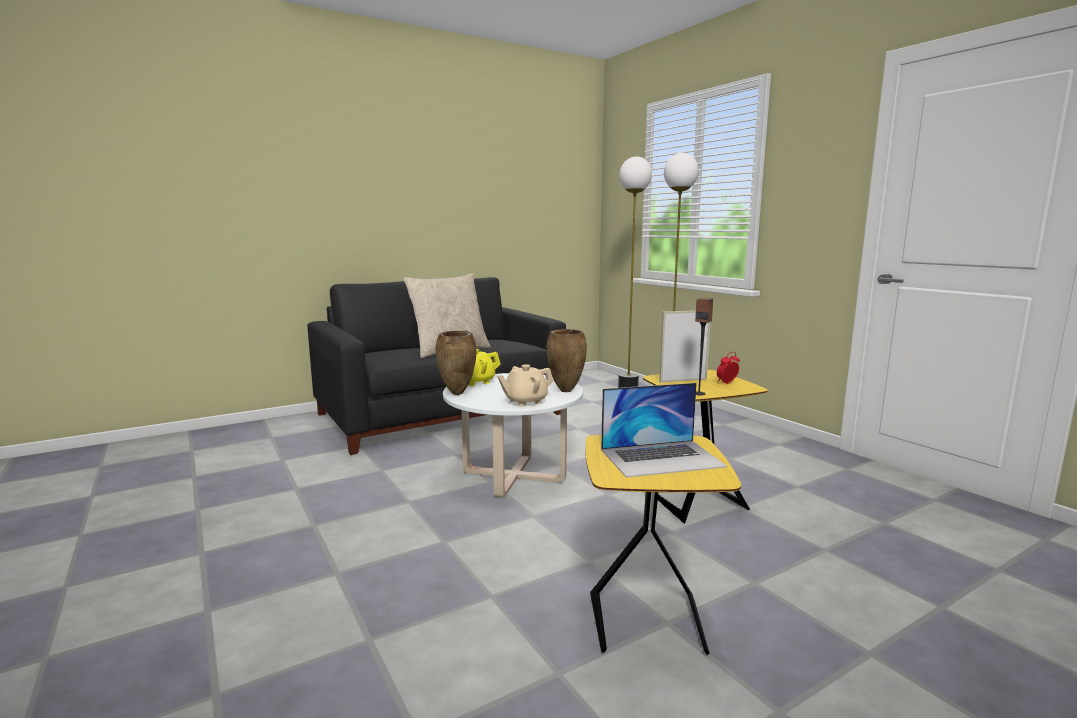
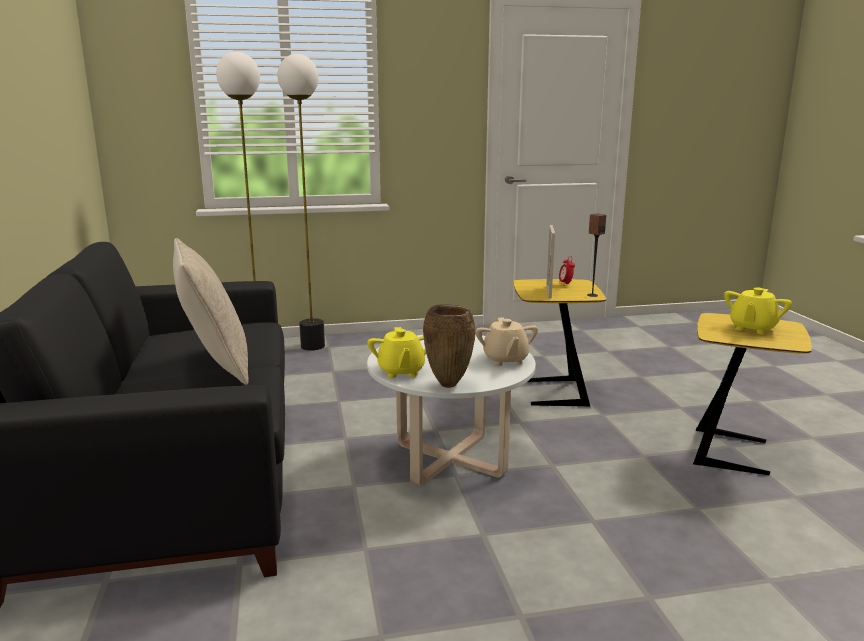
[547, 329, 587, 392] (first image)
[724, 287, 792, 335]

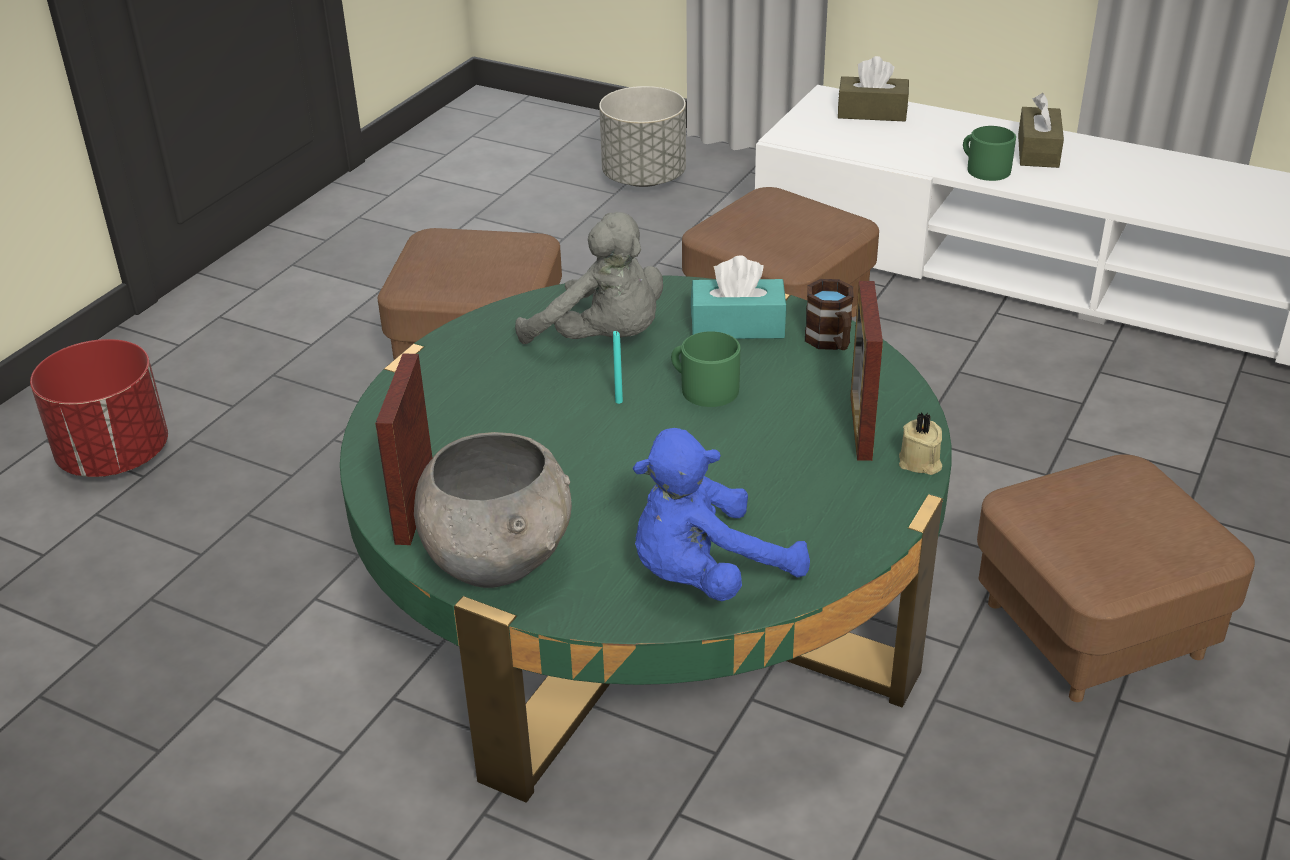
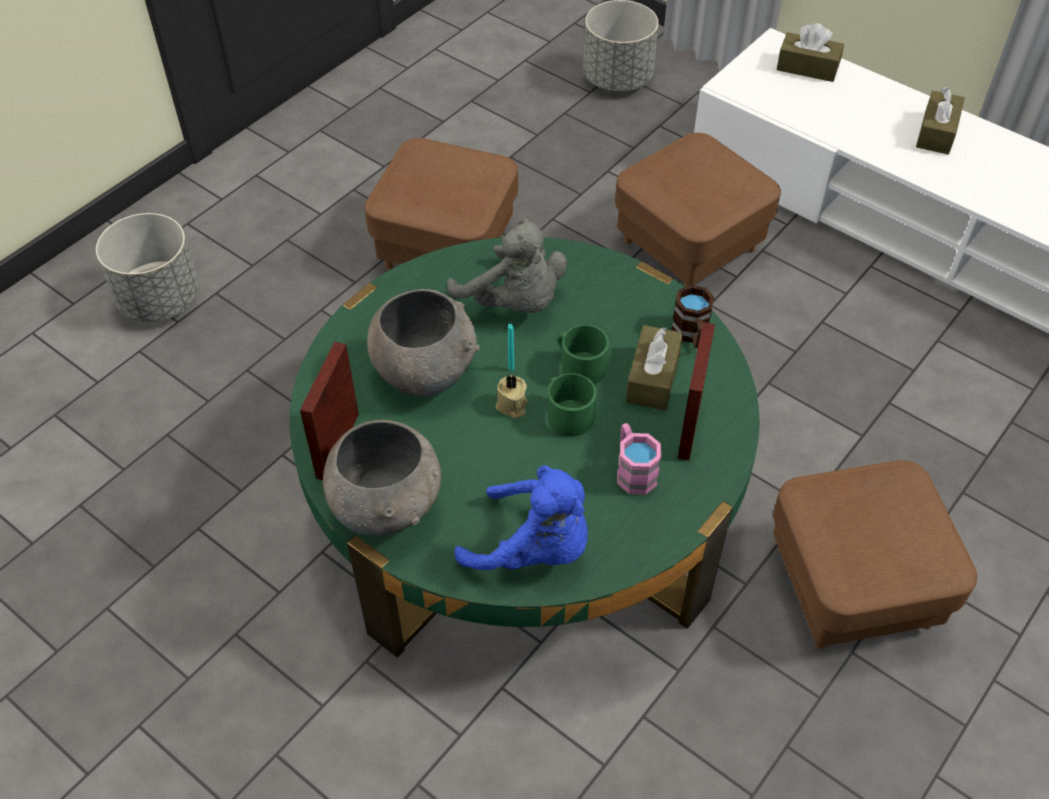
[96, 213, 199, 322]
[455, 466, 588, 570]
[691, 256, 787, 339] (first image)
[496, 375, 528, 419]
[548, 373, 596, 436]
[367, 289, 480, 397]
[617, 423, 661, 495]
[626, 325, 683, 410]

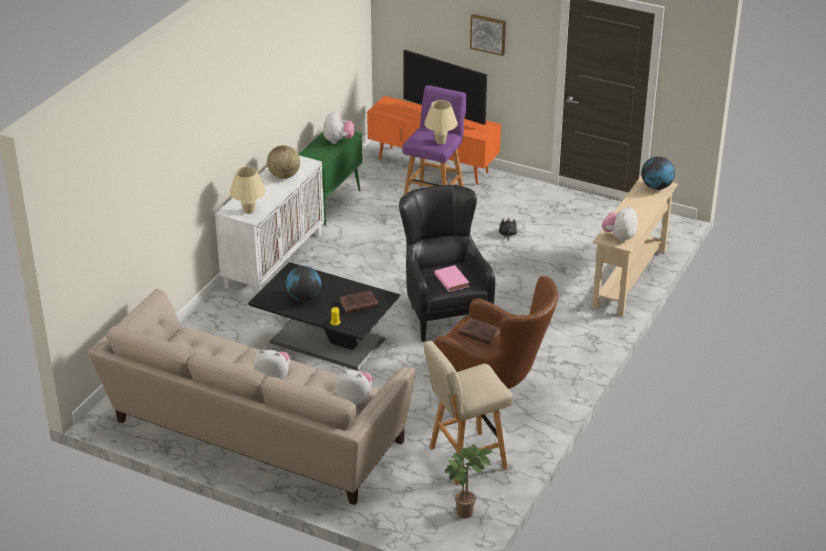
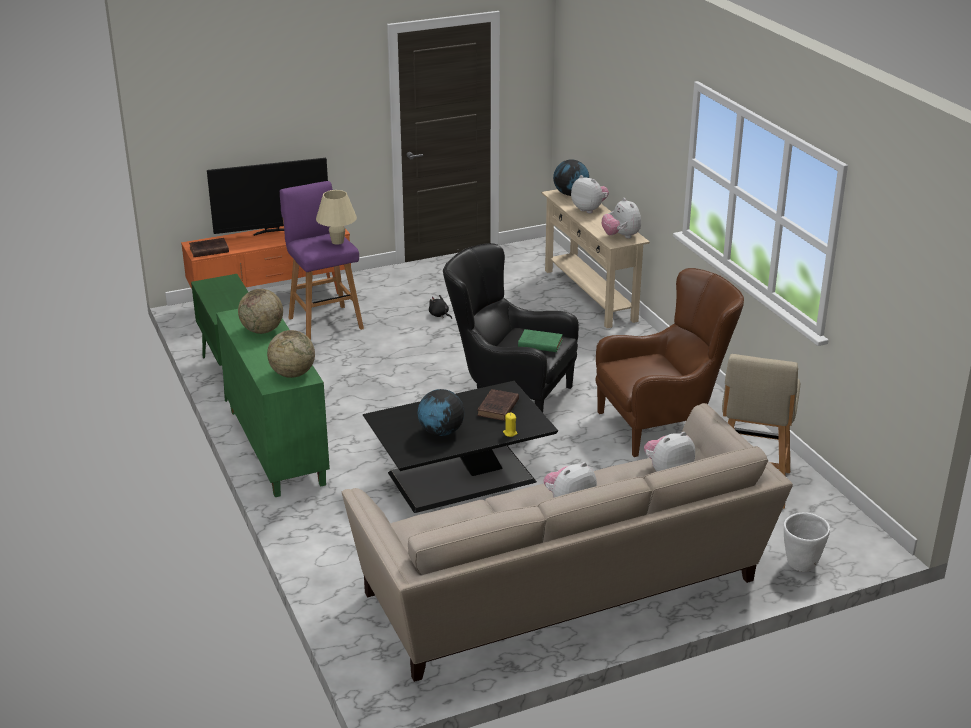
[216, 309, 330, 497]
[267, 330, 315, 378]
[571, 175, 609, 214]
[518, 329, 563, 352]
[444, 444, 492, 519] (first image)
[189, 238, 229, 257]
[470, 14, 506, 56] (first image)
[784, 513, 830, 572]

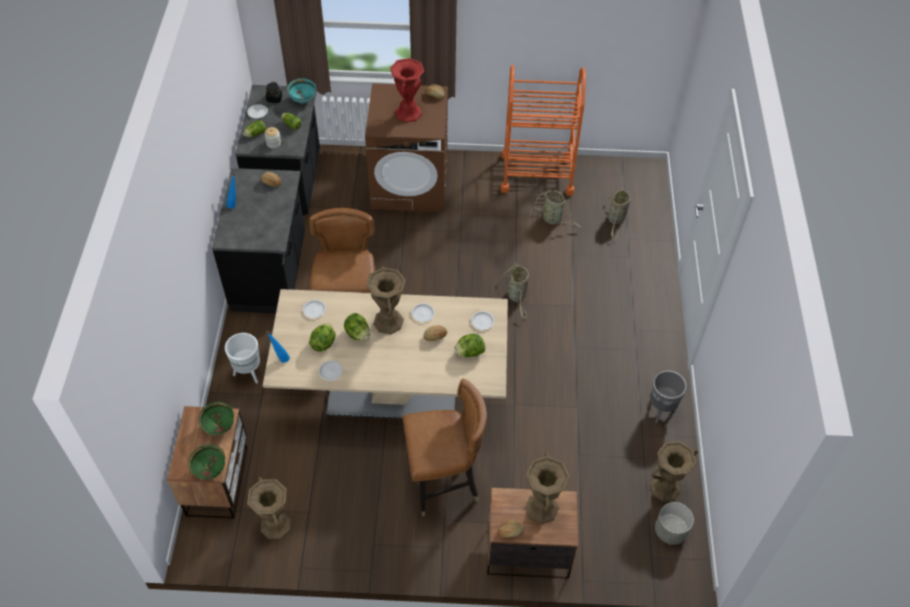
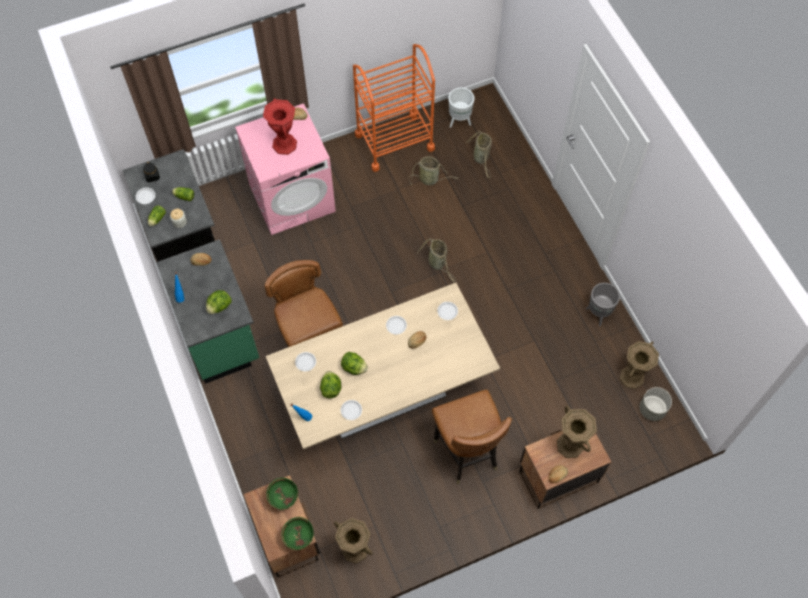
[156, 239, 259, 384]
[448, 88, 475, 128]
[287, 78, 316, 104] (first image)
[235, 103, 336, 235]
[366, 266, 406, 334] (first image)
[432, 389, 512, 484]
[206, 290, 232, 314]

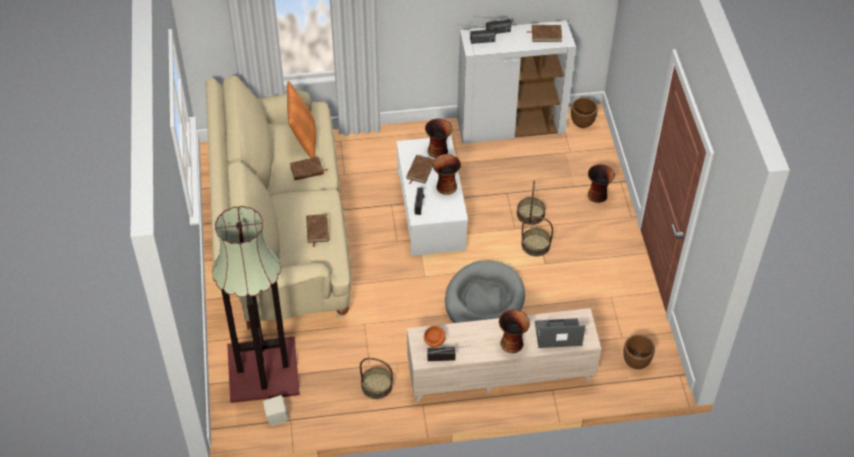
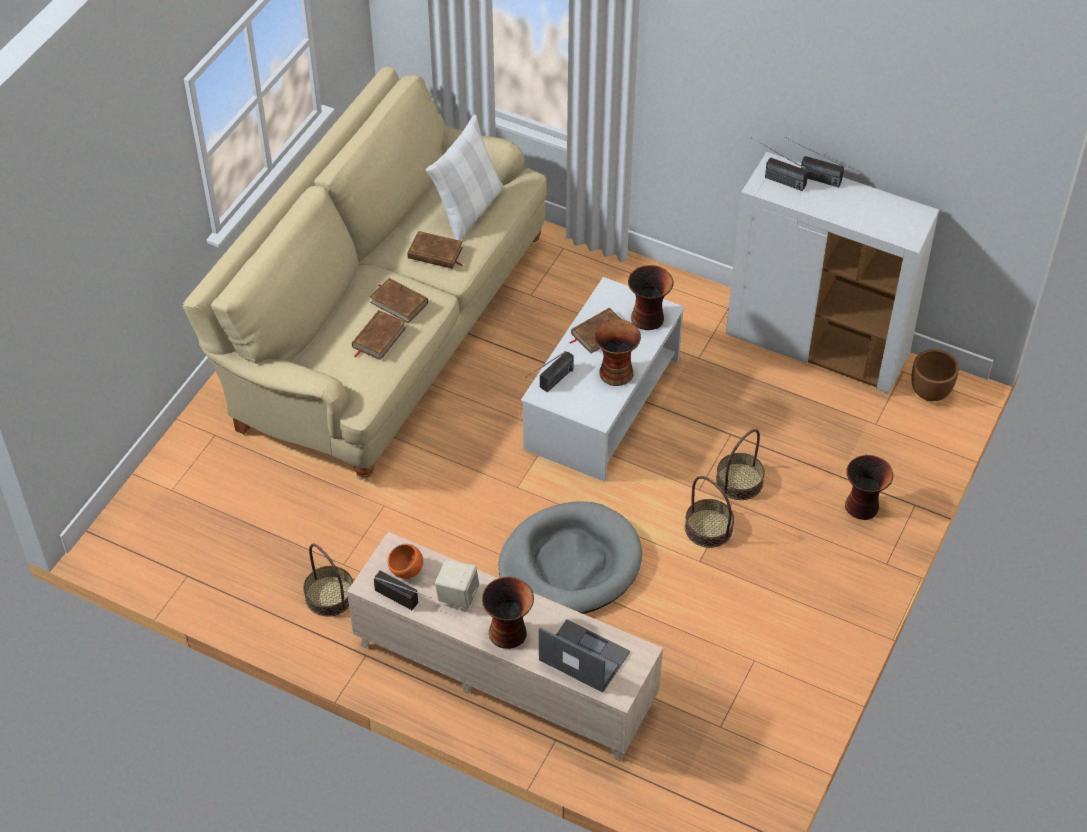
[212, 206, 300, 403] (first image)
[435, 560, 479, 611]
[426, 114, 504, 241]
[370, 278, 428, 323]
[624, 334, 655, 369] (first image)

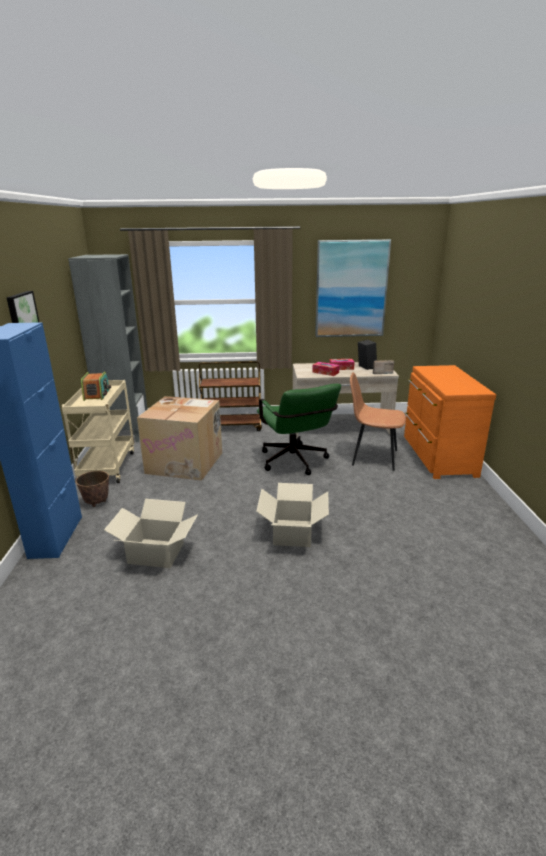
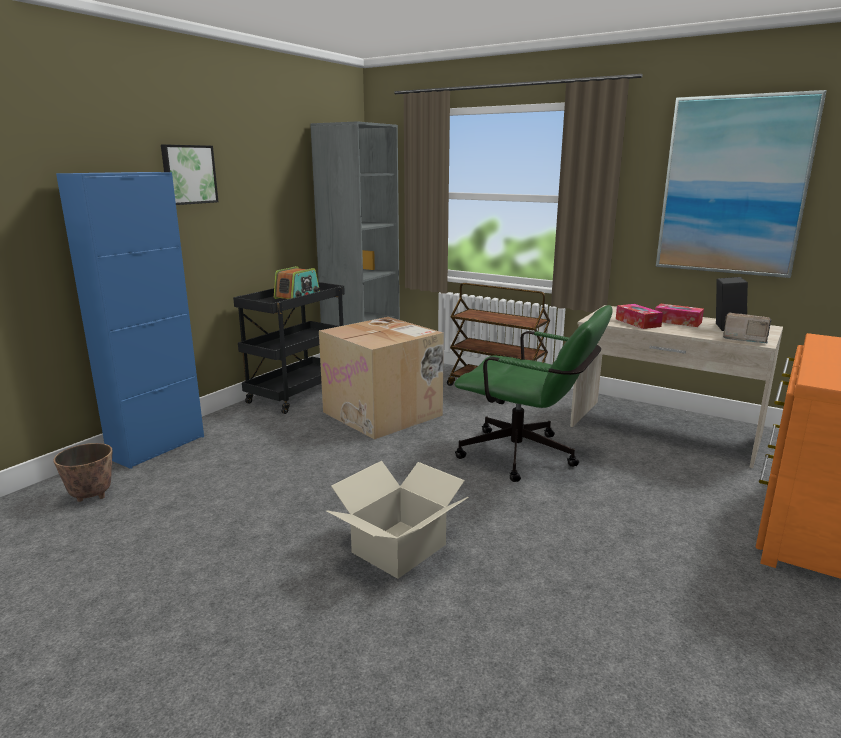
[233, 282, 345, 414]
[53, 443, 113, 502]
[104, 499, 197, 568] (first image)
[454, 305, 613, 482]
[350, 372, 406, 471] (first image)

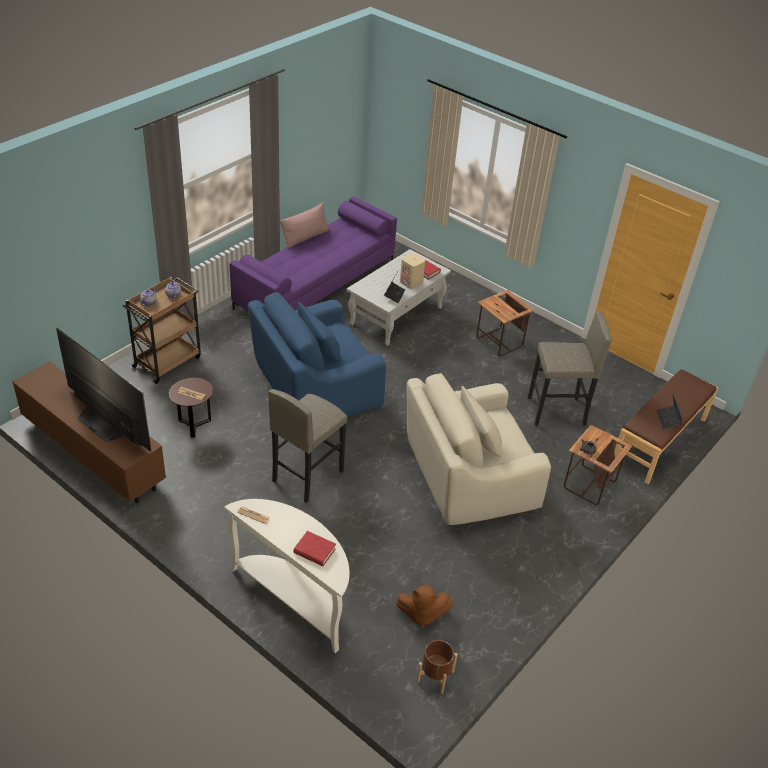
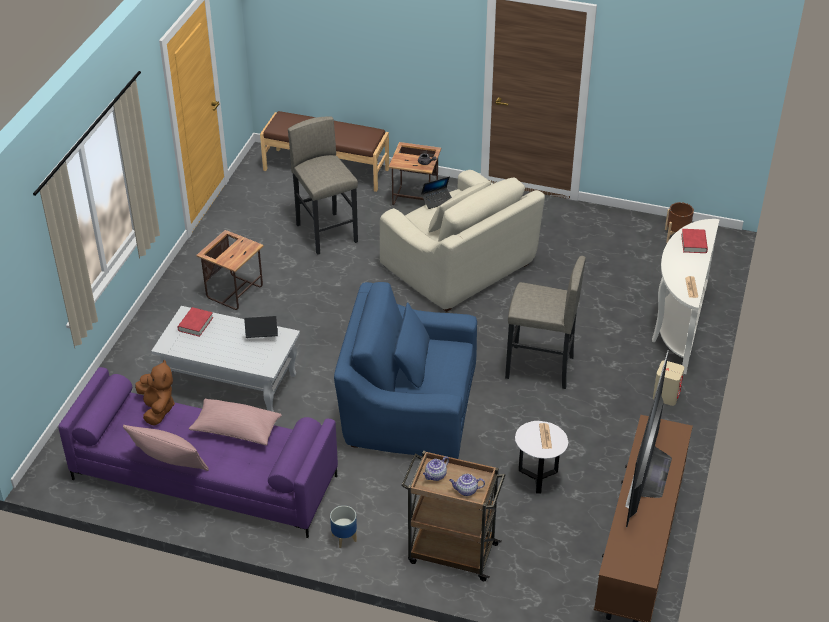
[515, 421, 568, 494]
[334, 282, 477, 459]
[135, 360, 175, 425]
[653, 360, 684, 406]
[421, 177, 452, 209]
[189, 399, 282, 445]
[330, 506, 357, 548]

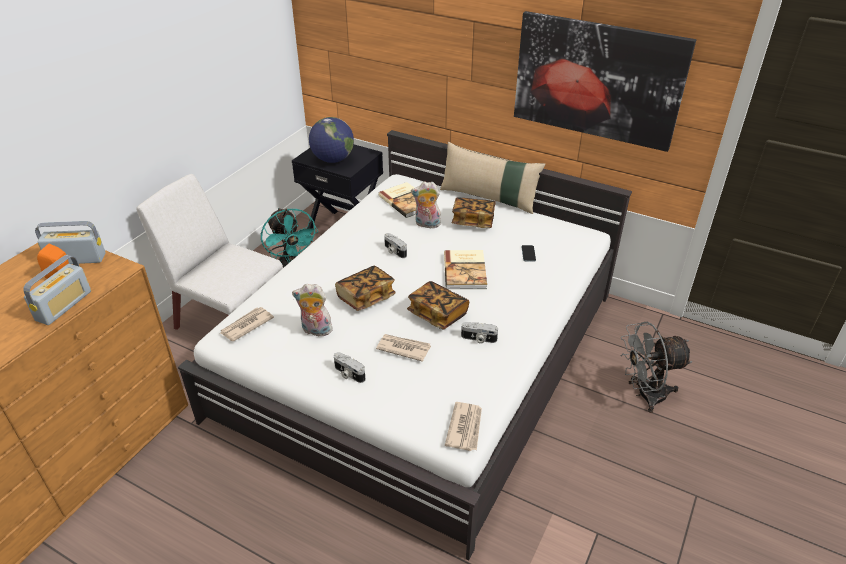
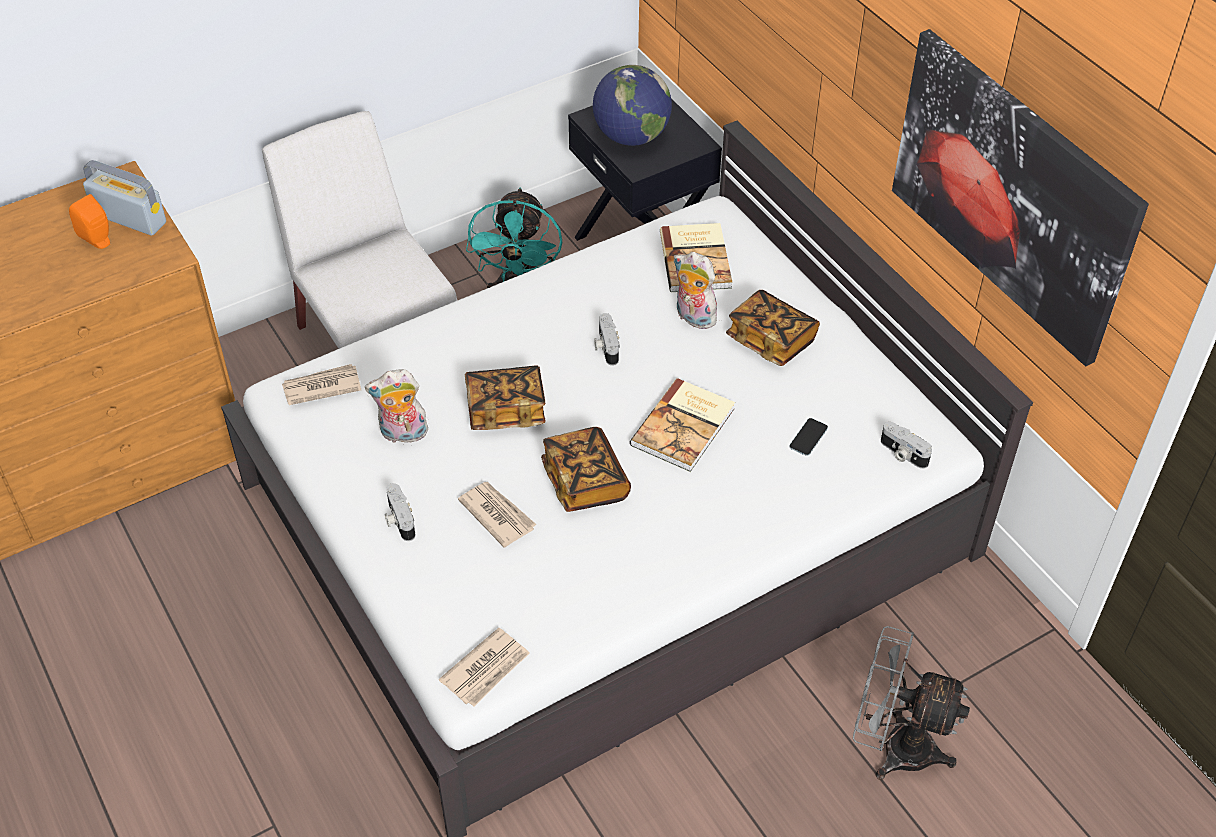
[23, 255, 91, 325] (first image)
[365, 369, 428, 443]
[440, 142, 545, 214] (first image)
[881, 422, 932, 469]

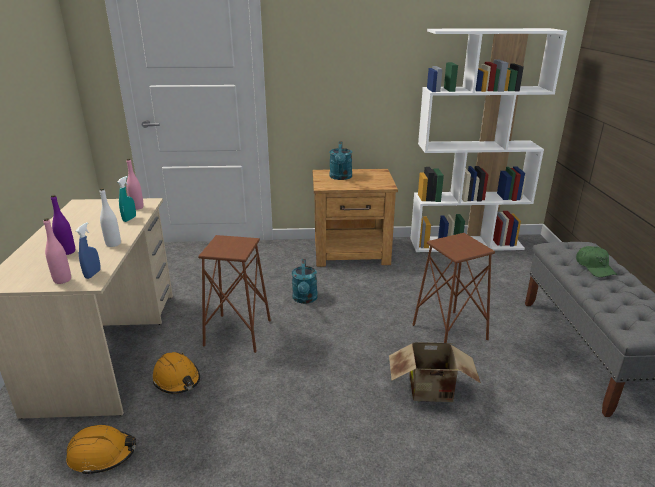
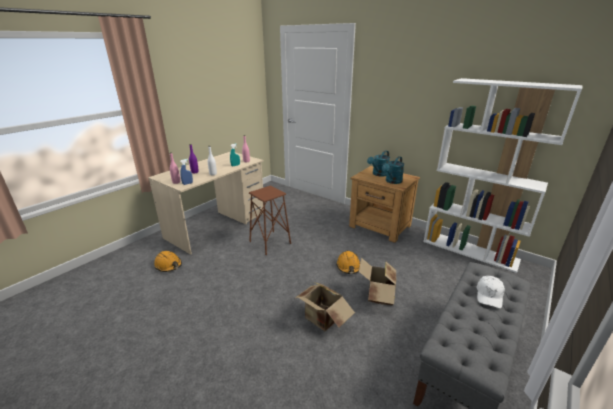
[336, 251, 360, 274]
[382, 156, 404, 184]
[359, 258, 396, 306]
[476, 276, 505, 308]

